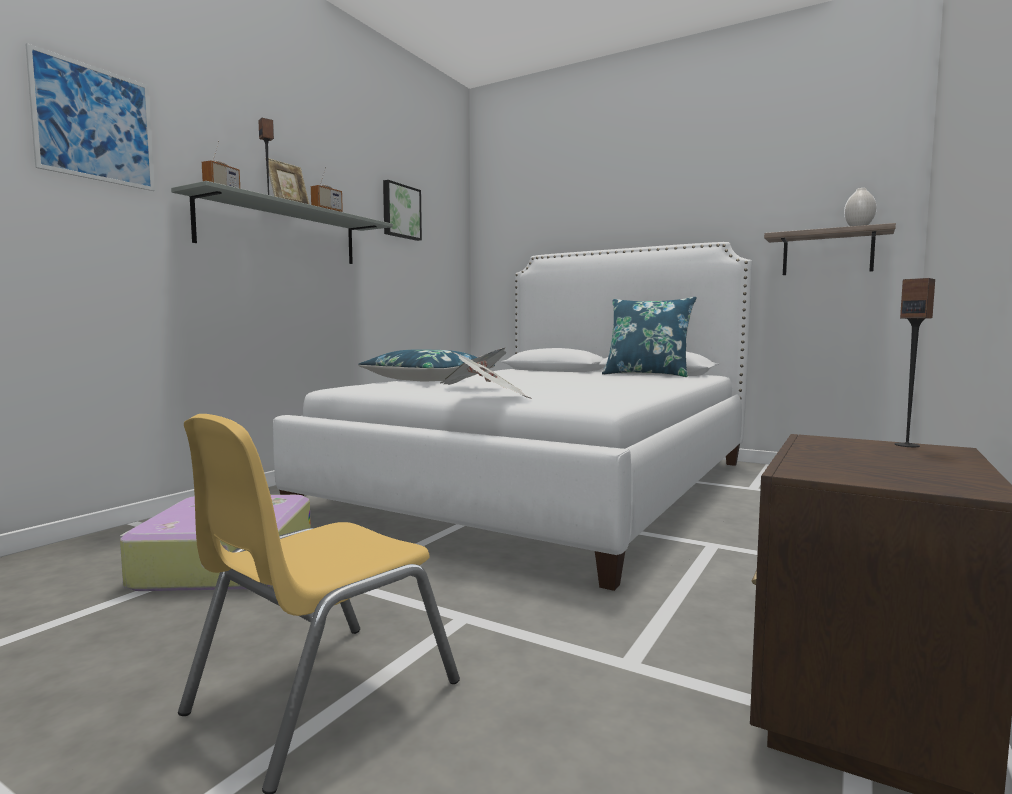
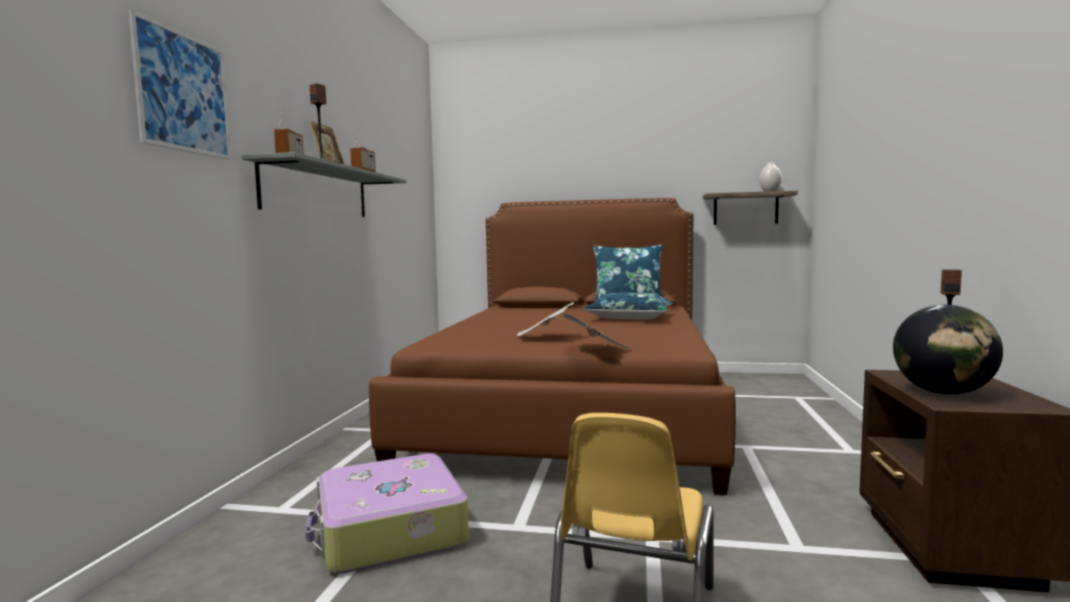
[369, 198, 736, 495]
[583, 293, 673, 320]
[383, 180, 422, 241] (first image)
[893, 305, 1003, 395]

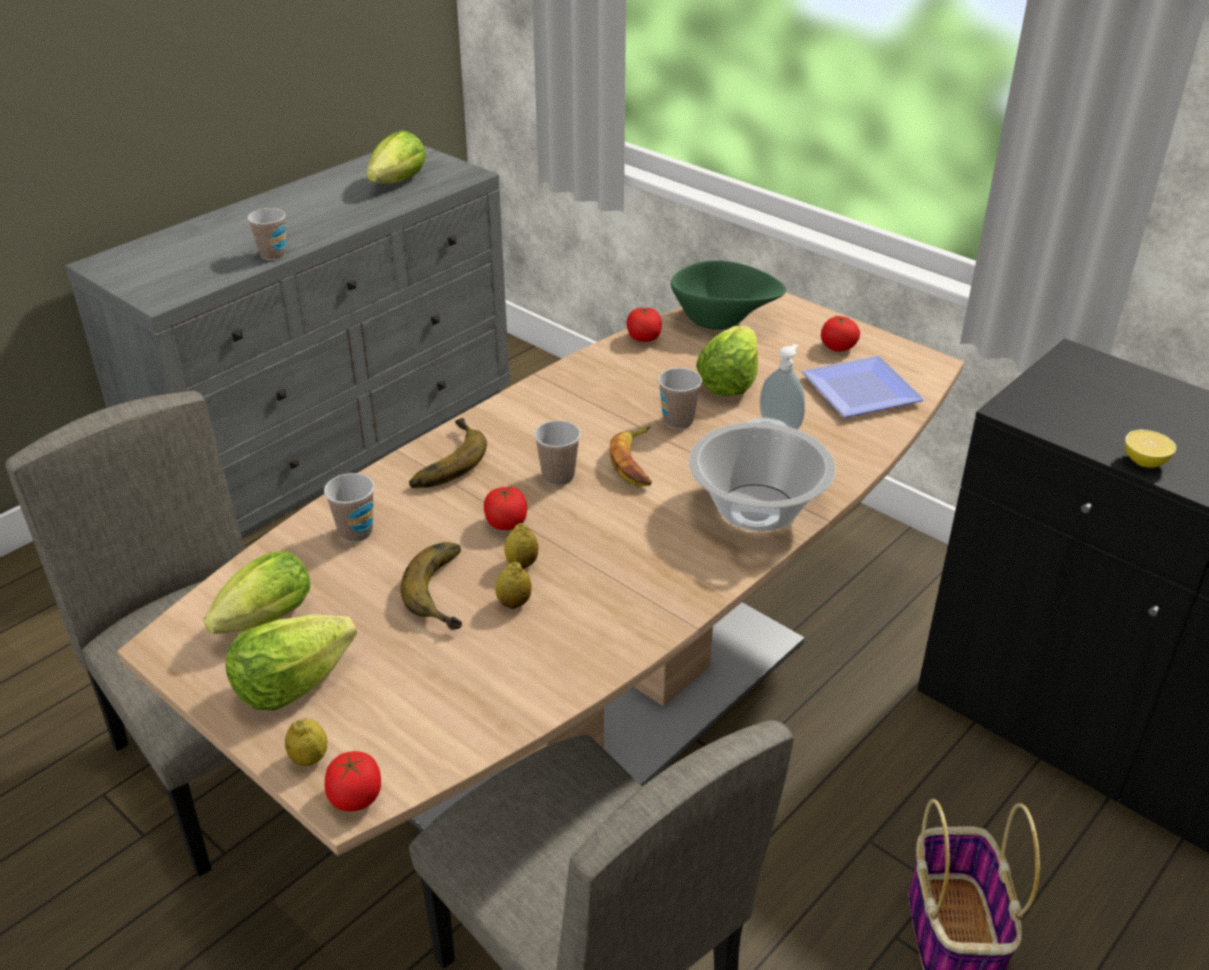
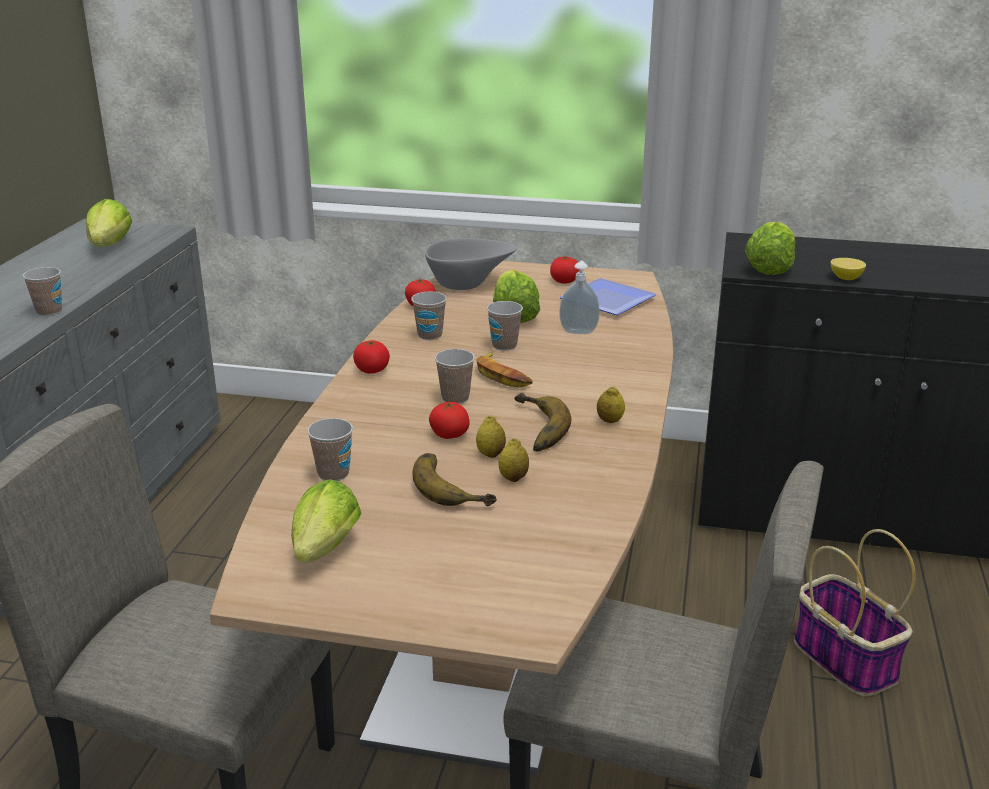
[745, 222, 795, 275]
[597, 387, 625, 423]
[353, 340, 390, 374]
[514, 393, 571, 452]
[425, 238, 517, 290]
[689, 418, 836, 531] (first image)
[411, 292, 447, 340]

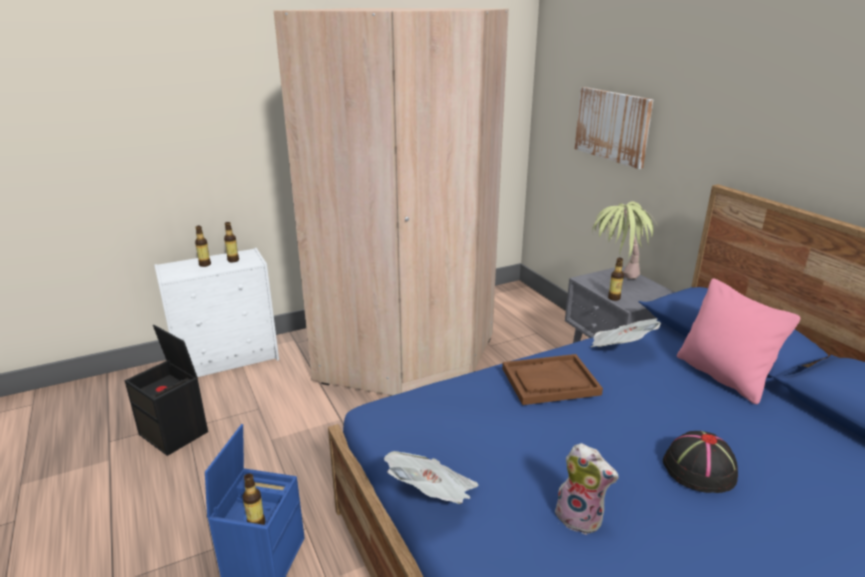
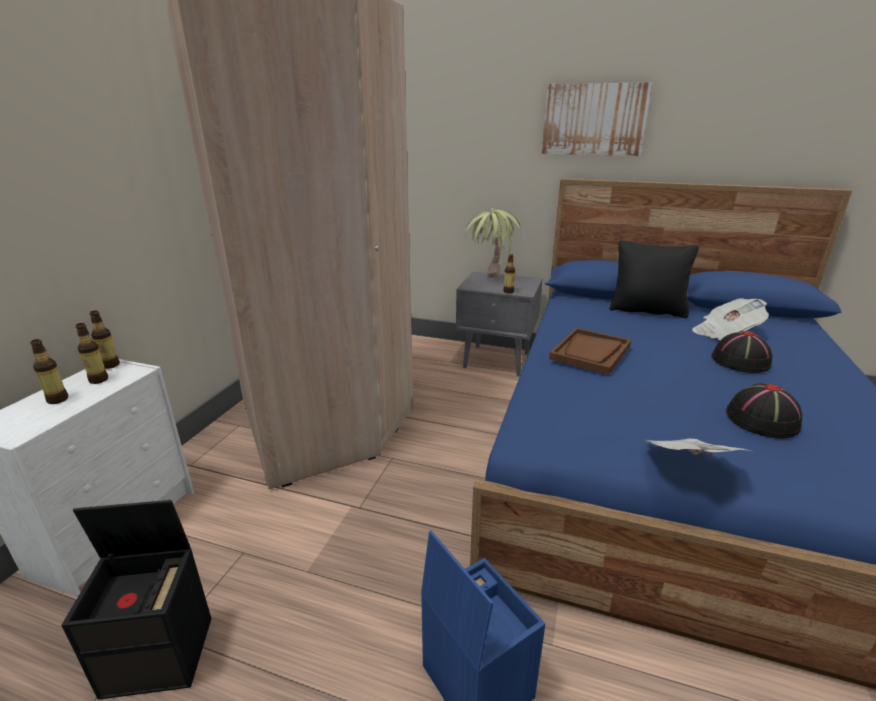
[89, 311, 120, 369]
[726, 384, 802, 439]
[542, 82, 652, 156]
[692, 298, 769, 340]
[609, 240, 699, 318]

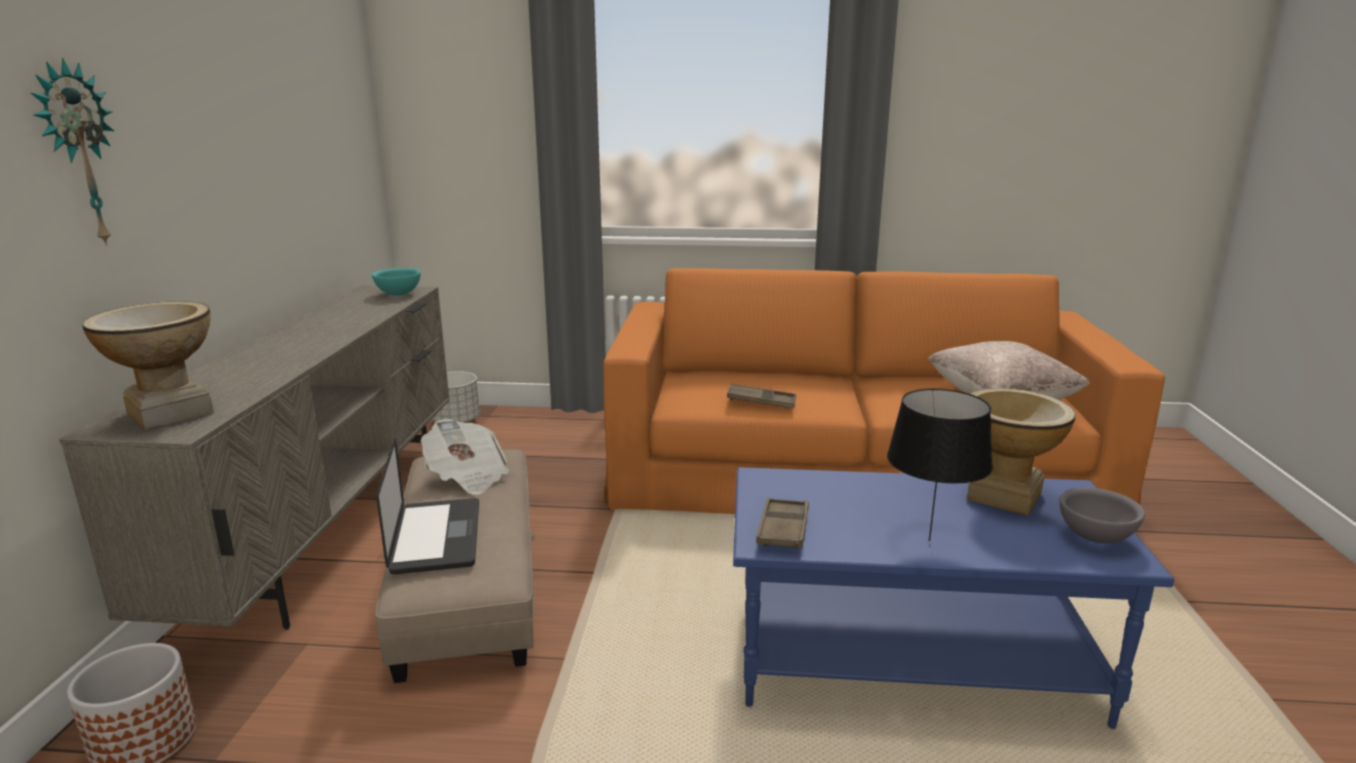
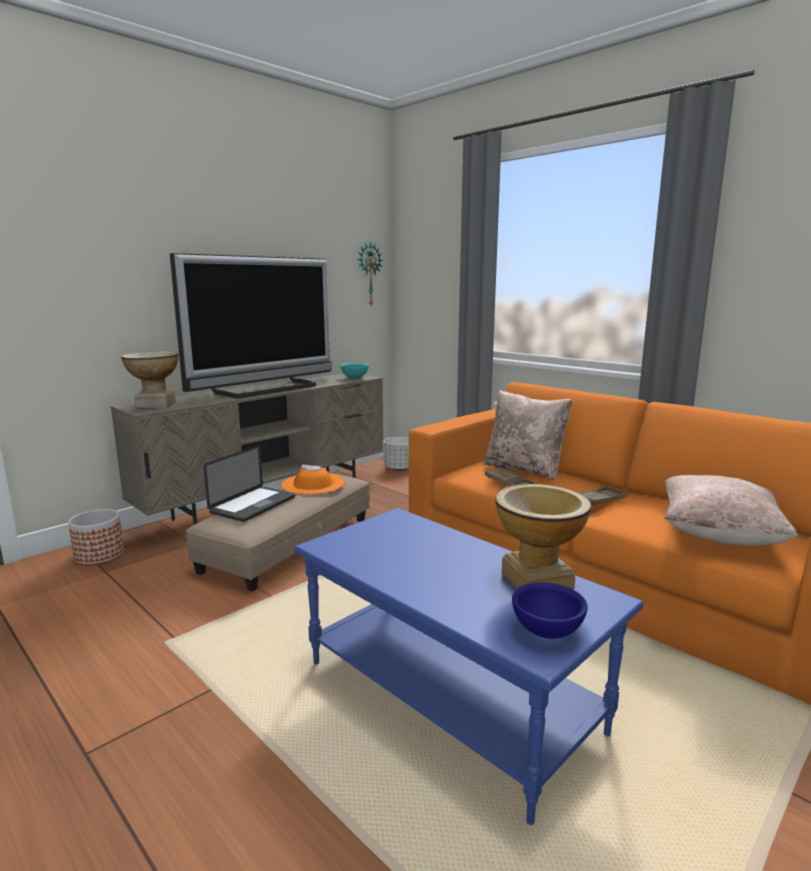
[358, 241, 383, 306]
[282, 464, 345, 495]
[580, 487, 628, 506]
[887, 389, 993, 541] (first image)
[512, 582, 588, 639]
[170, 253, 332, 398]
[483, 390, 572, 481]

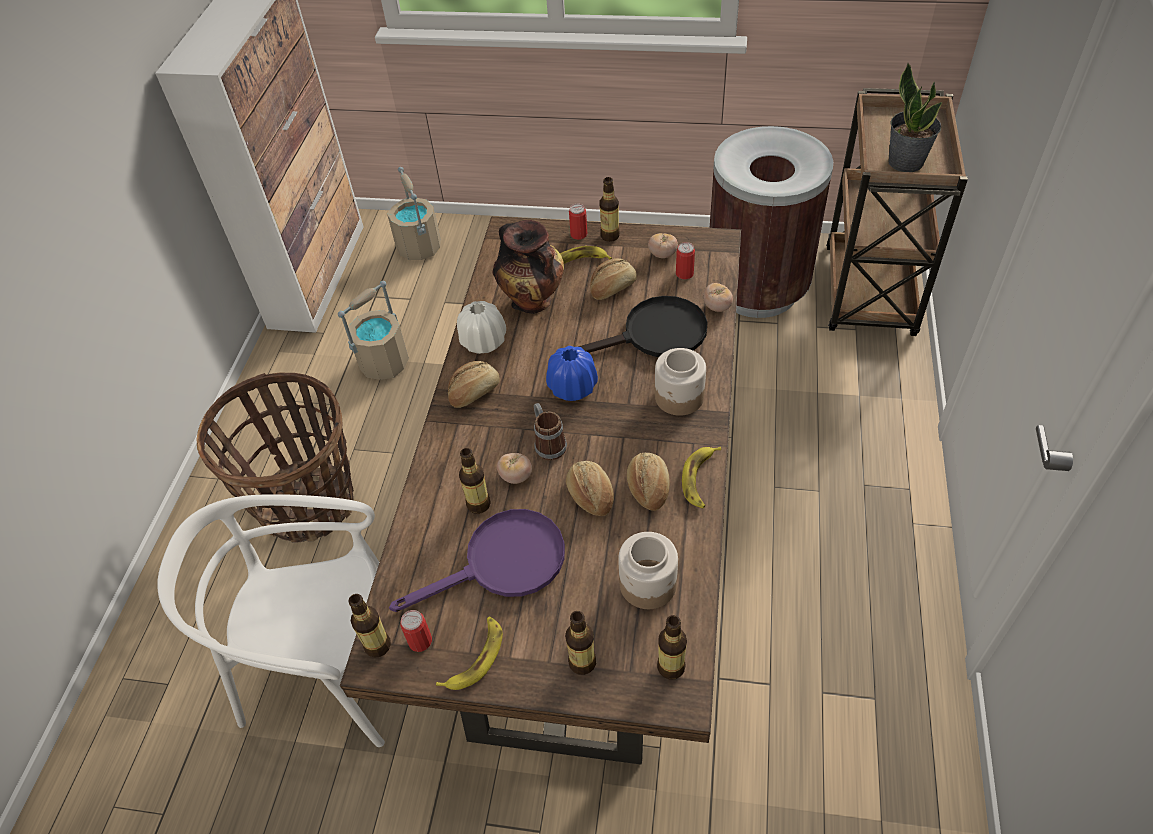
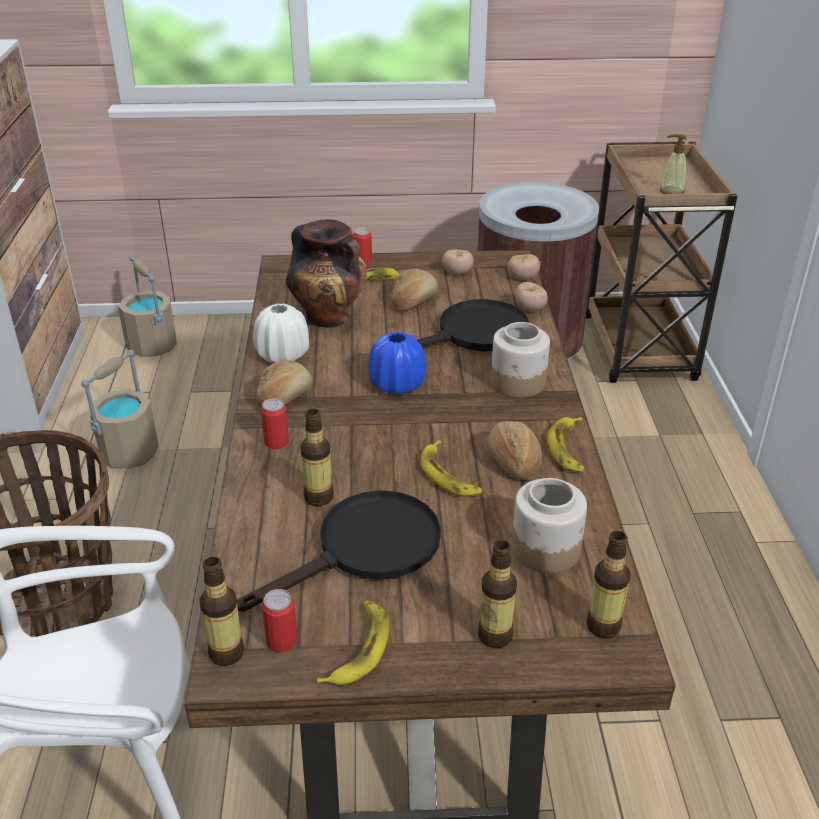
[237, 490, 441, 612]
[508, 254, 540, 280]
[534, 403, 567, 460] (first image)
[421, 440, 482, 497]
[599, 177, 620, 242] (first image)
[261, 398, 289, 449]
[660, 134, 686, 194]

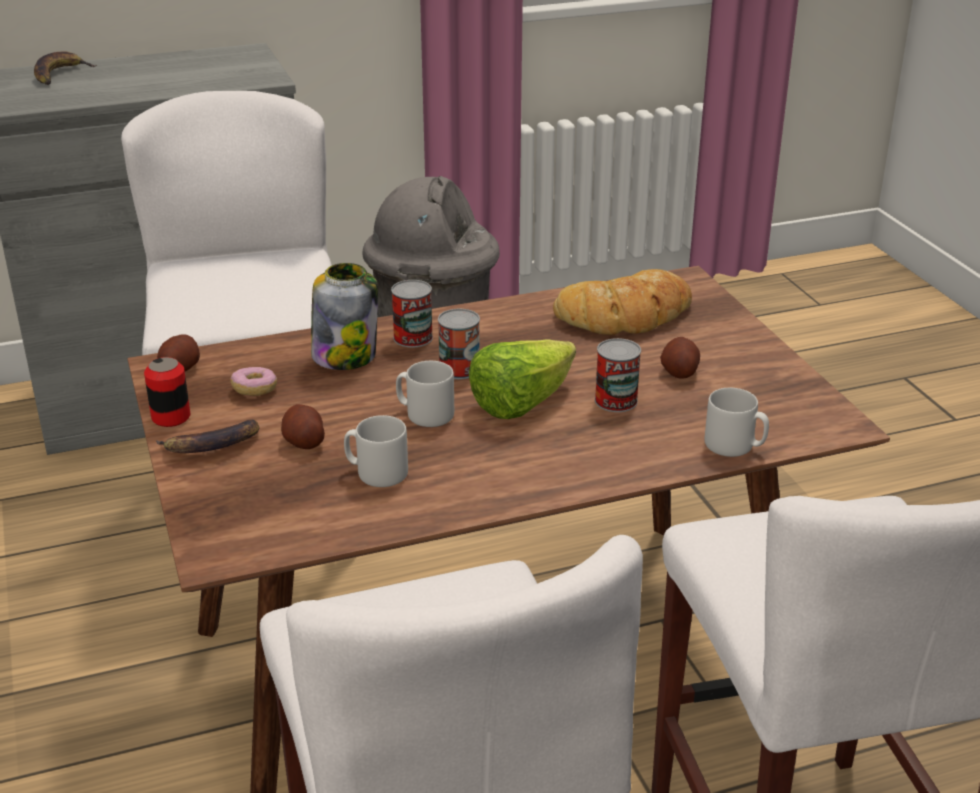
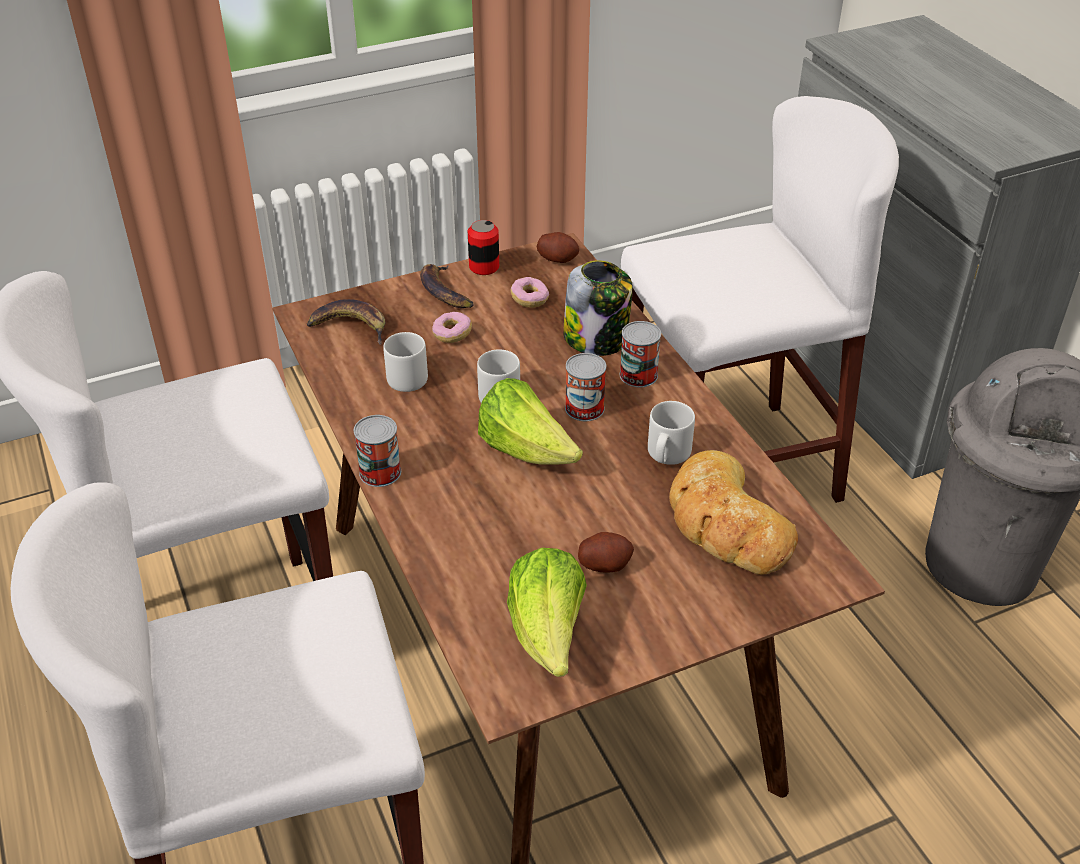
[307, 299, 385, 345]
[432, 312, 472, 343]
[354, 415, 401, 487]
[648, 401, 695, 465]
[507, 548, 587, 677]

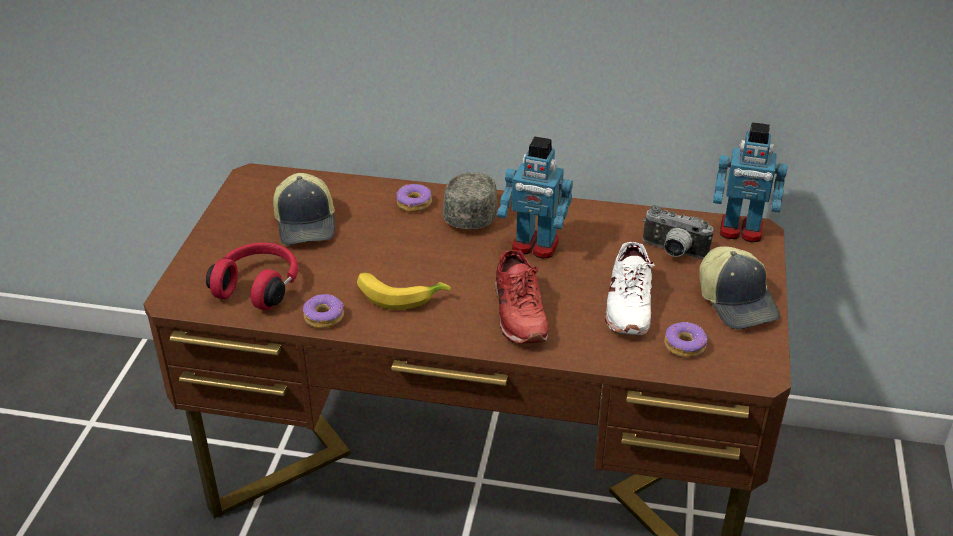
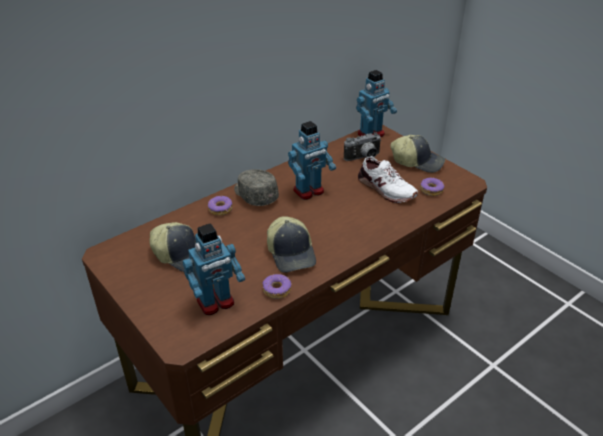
[183, 223, 245, 315]
[267, 216, 316, 273]
[495, 250, 549, 343] (first image)

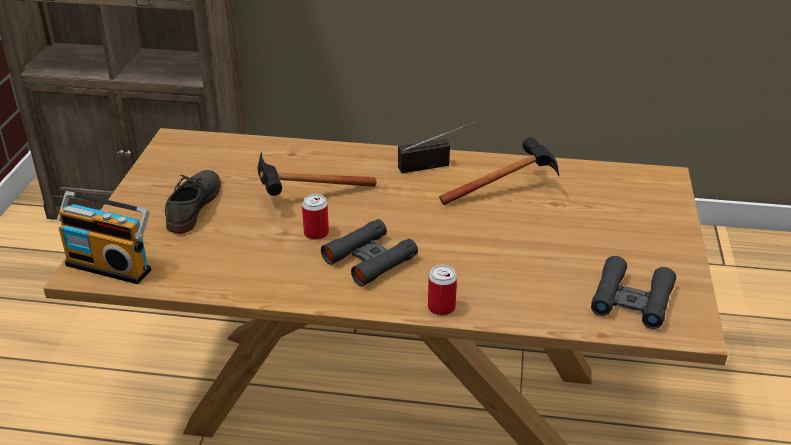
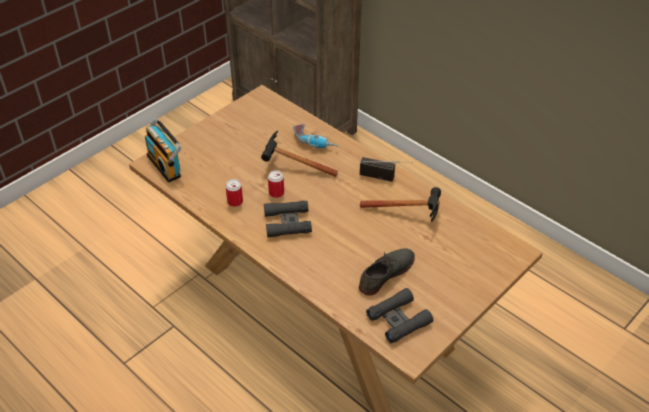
[359, 248, 415, 296]
[226, 179, 243, 207]
[293, 124, 338, 148]

